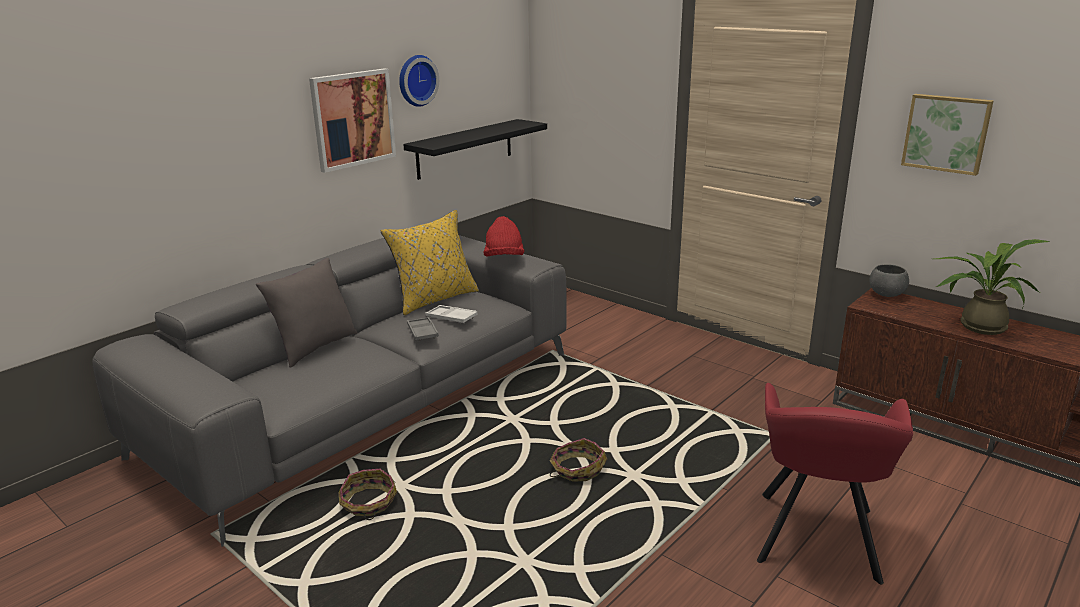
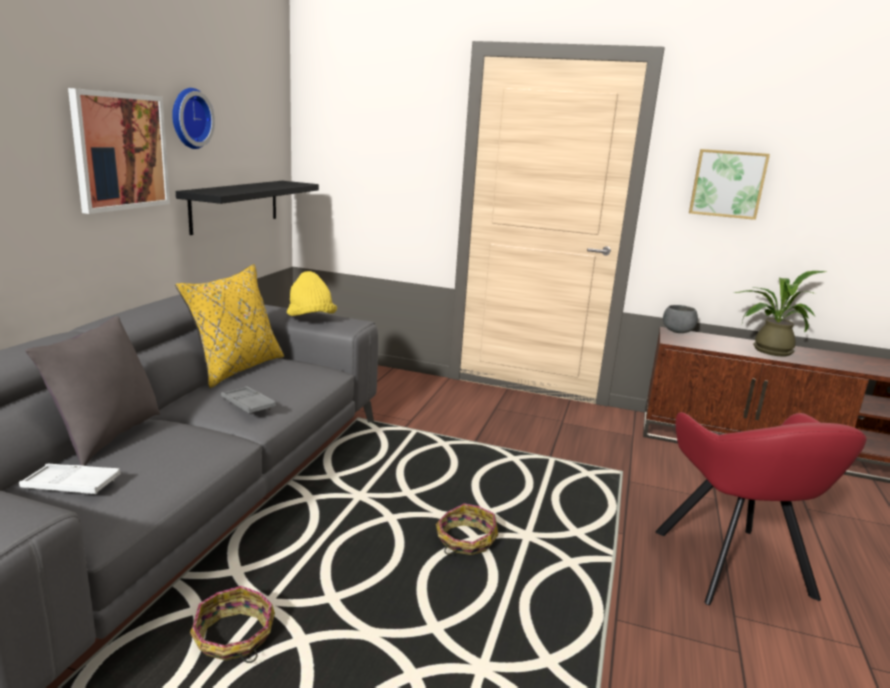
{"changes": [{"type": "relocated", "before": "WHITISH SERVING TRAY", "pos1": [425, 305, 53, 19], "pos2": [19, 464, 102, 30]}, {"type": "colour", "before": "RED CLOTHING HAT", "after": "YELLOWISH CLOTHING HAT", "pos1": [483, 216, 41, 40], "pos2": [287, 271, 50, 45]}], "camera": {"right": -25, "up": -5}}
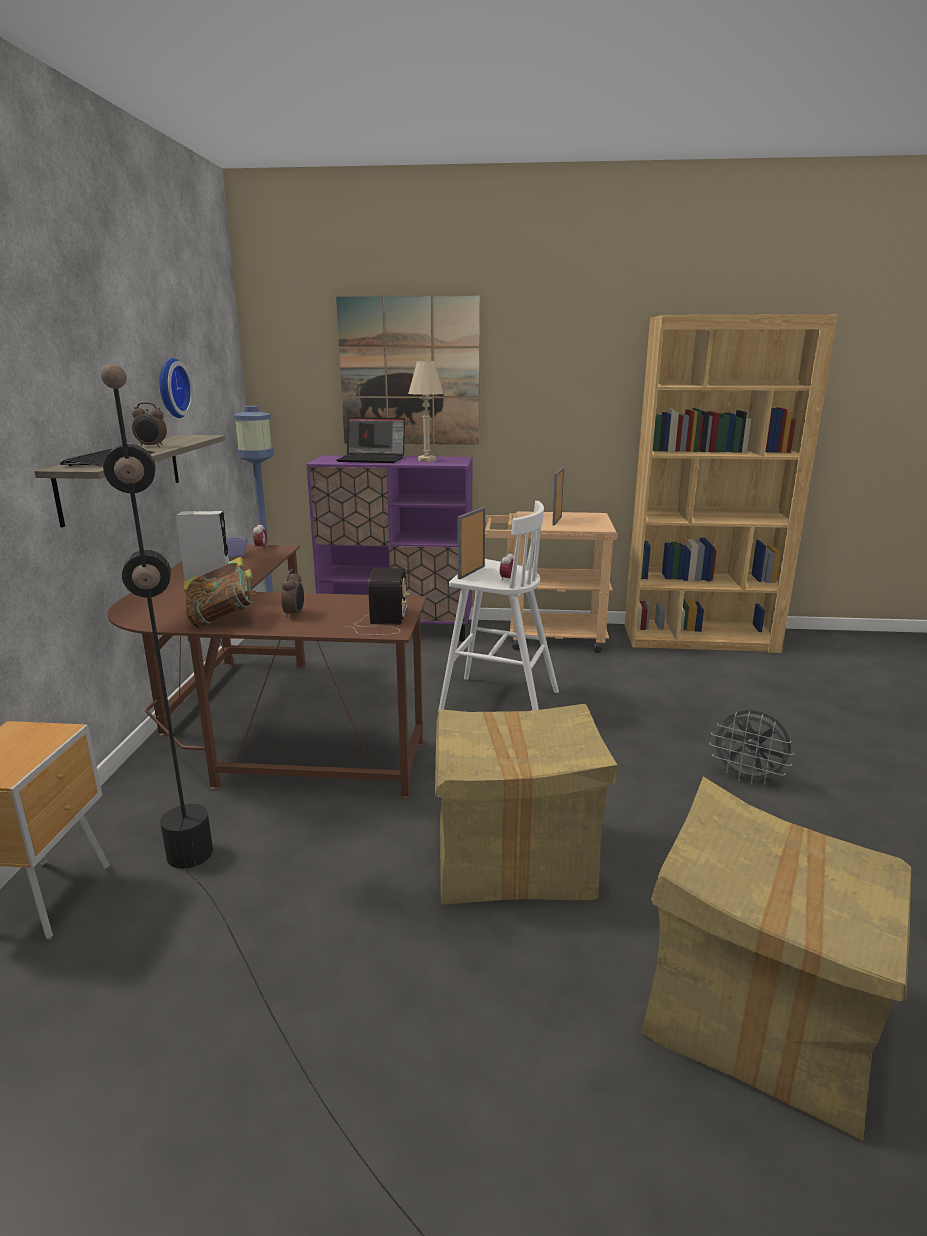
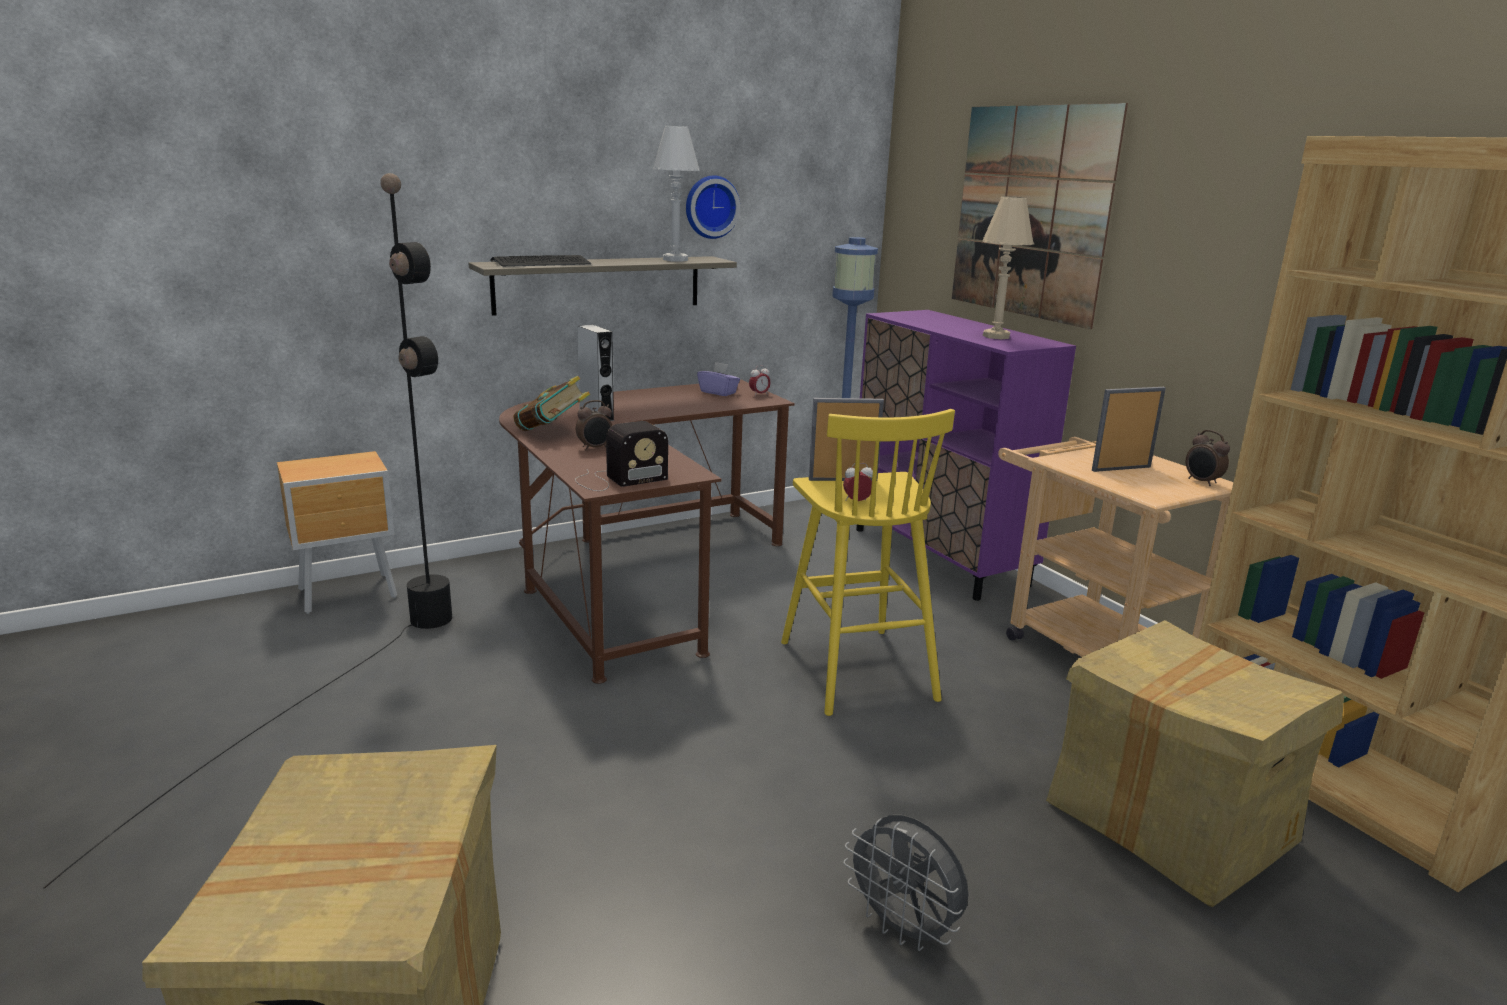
{"changes": [{"type": "missing", "before": "PORTABLE COMPUTER", "pos1": [336, 417, 69, 46]}, {"type": "appeared", "after": "WHITISH TABLE LAMP", "pos2": [652, 126, 47, 135]}, {"type": "relocated", "before": "TABLE CLOCK", "pos1": [132, 402, 35, 45], "pos2": [1186, 430, 44, 56]}, {"type": "relocated", "before": "CARDBOARD BOX", "pos1": [435, 704, 182, 201], "pos2": [1046, 620, 298, 287]}, {"type": "colour", "before": "WHITISH STOOL SEAT", "after": "YELLOWISH STOOL SEAT", "pos1": [438, 501, 121, 211], "pos2": [781, 409, 174, 307]}, {"type": "spun", "before": "GREYISH ELECTRIC FAN", "pos1": [710, 710, 84, 75], "pos2": [843, 815, 125, 136], "turn": -45}], "camera": {"right": 55, "up": 0}}
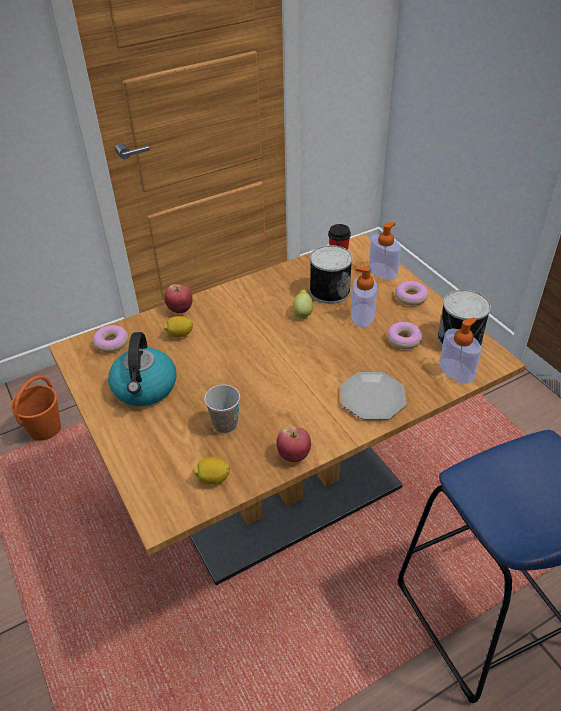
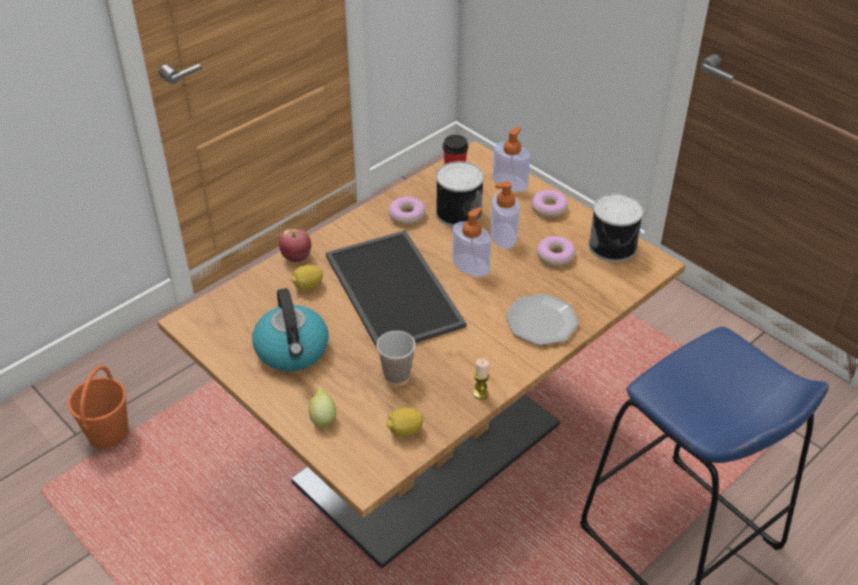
{"changes": [{"type": "appeared", "after": "SERVING TRAY", "pos2": [326, 230, 140, 122]}, {"type": "relocated", "before": "DONUT", "pos1": [93, 325, 35, 27], "pos2": [389, 197, 37, 28]}, {"type": "relocated", "before": "CITRUS FRUIT", "pos1": [293, 290, 20, 30], "pos2": [308, 388, 28, 41]}, {"type": "relocated", "before": "SOAP BOTTLE", "pos1": [440, 317, 41, 67], "pos2": [452, 207, 39, 70]}, {"type": "exchanged", "before": "APPLE", "after": "CANDLE", "pos1": [277, 426, 34, 36], "pos2": [473, 359, 17, 40]}], "camera": {"right": -15, "up": 0}}
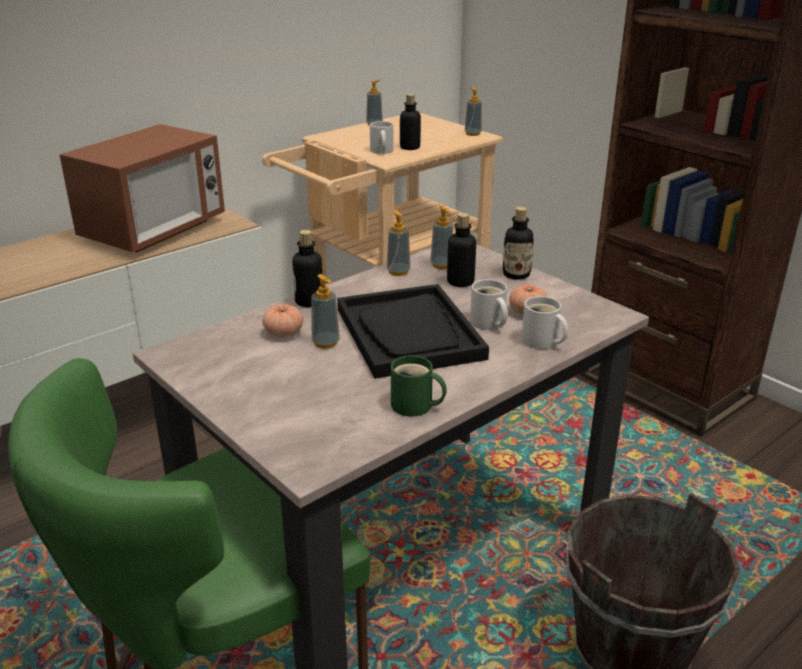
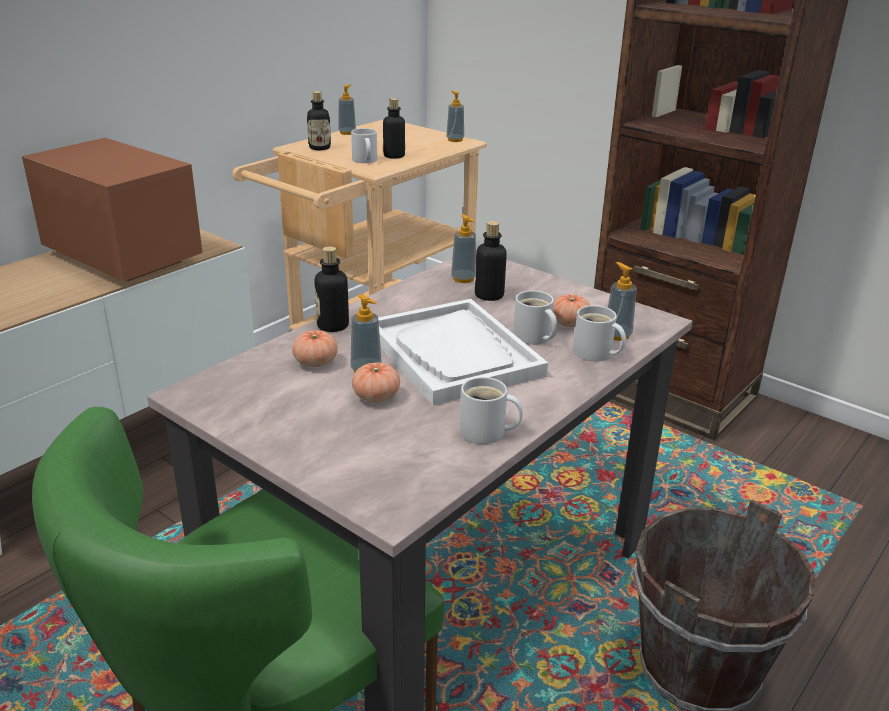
{"changes": [{"type": "appeared", "after": "TOMATO", "pos2": [352, 362, 48, 40]}, {"type": "relocated", "before": "SOAP BOTTLE", "pos1": [387, 209, 24, 67], "pos2": [608, 262, 29, 79]}, {"type": "relocated", "before": "BEVERAGE BOTTLE", "pos1": [503, 207, 31, 73], "pos2": [307, 91, 24, 59]}, {"type": "colour", "before": "BLACK SERVING TRAY", "after": "WHITISH SERVING TRAY", "pos1": [337, 284, 152, 95], "pos2": [378, 299, 170, 106]}, {"type": "colour", "before": "GREEN-COLOURED TEA MUG", "after": "WHITISH TEA MUG", "pos1": [391, 355, 56, 62], "pos2": [460, 377, 63, 67]}, {"type": "spun", "before": "MICROWAVE OVEN", "pos1": [59, 124, 166, 129], "pos2": [22, 138, 180, 143], "turn": -75}], "camera": {"right": -10, "up": 0}}
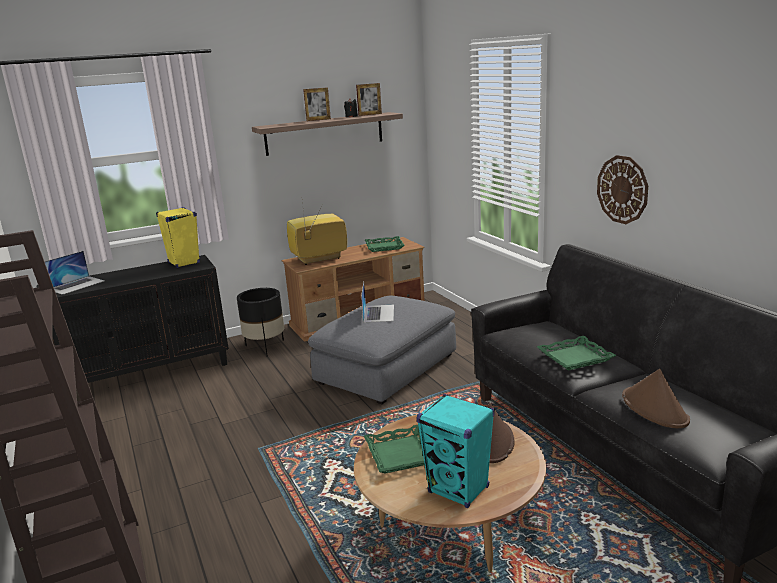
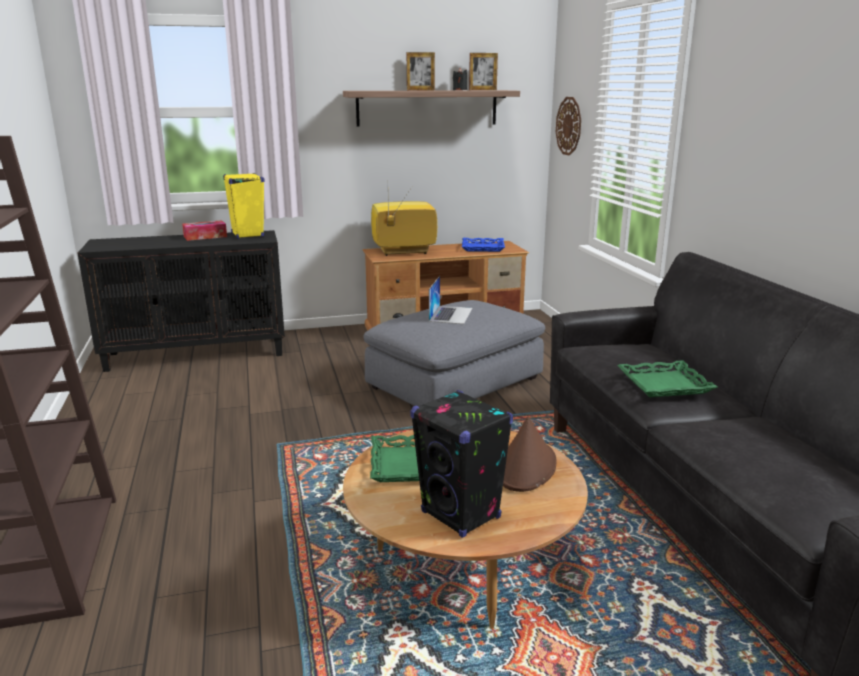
{"changes": [{"type": "missing", "before": "PORTABLE COMPUTER", "pos1": [44, 251, 61, 44]}, {"type": "missing", "before": "BLACK FLOWER POT", "pos1": [237, 288, 47, 69]}, {"type": "missing", "before": "BROWN-COLOURED CLOTHING HAT", "pos1": [622, 369, 68, 59]}, {"type": "appeared", "after": "TISSUE BOX", "pos2": [182, 220, 45, 21]}, {"type": "relocated", "before": "CLOCK ON THE WALL", "pos1": [597, 155, 51, 69], "pos2": [556, 97, 25, 59]}, {"type": "colour", "before": "GREEN-COLOURED SERVING TRAY", "after": "BLUISH SERVING TRAY", "pos1": [365, 236, 39, 16], "pos2": [462, 238, 43, 14]}, {"type": "colour", "before": "BLUE-GREEN LOUDSPEAKER", "after": "BLACK LOUDSPEAKER", "pos1": [417, 394, 78, 114], "pos2": [410, 390, 103, 148]}], "camera": {"right": 10, "up": 0}}
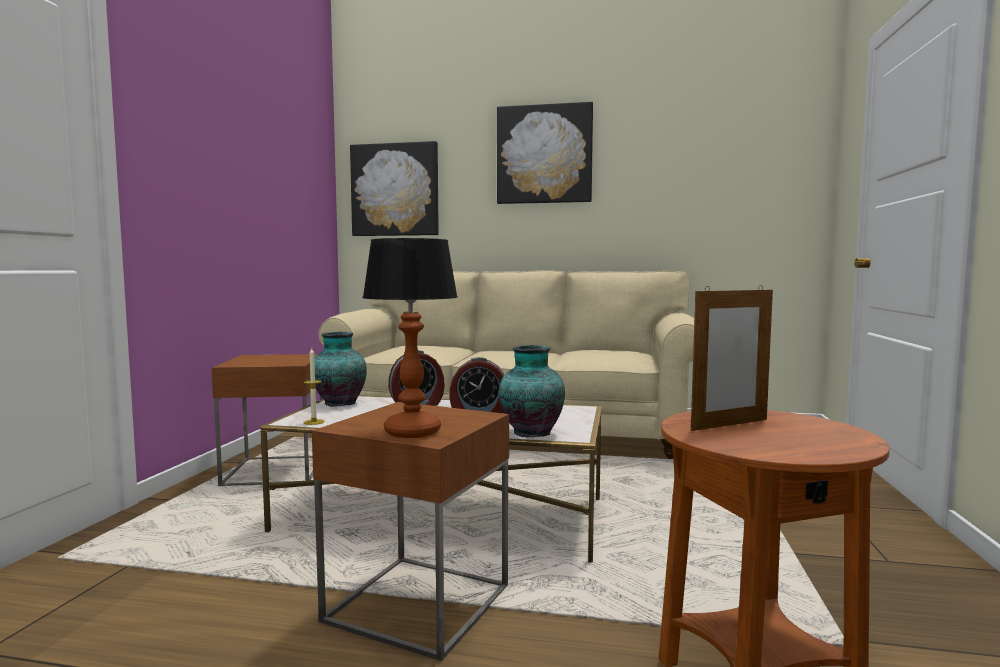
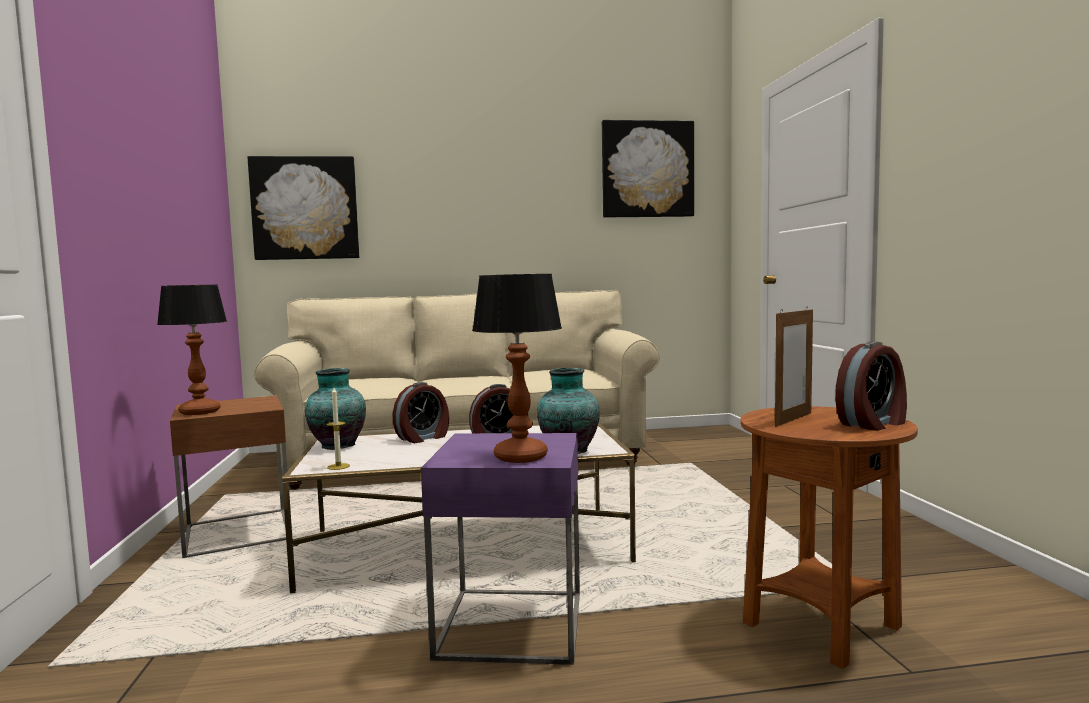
{"changes": [{"type": "appeared", "after": "TABLE LAMP", "pos2": [157, 285, 70, 130]}, {"type": "appeared", "after": "TABLE CLOCK", "pos2": [835, 341, 72, 90]}, {"type": "relocated", "before": "WALL ART", "pos1": [497, 102, 96, 102], "pos2": [602, 120, 92, 97]}, {"type": "colour", "before": "BROWN-COLOURED SIDE TABLE", "after": "PURPLISH SIDE TABLE", "pos1": [312, 402, 197, 259], "pos2": [421, 433, 159, 232]}], "camera": {"right": -20, "up": 0}}
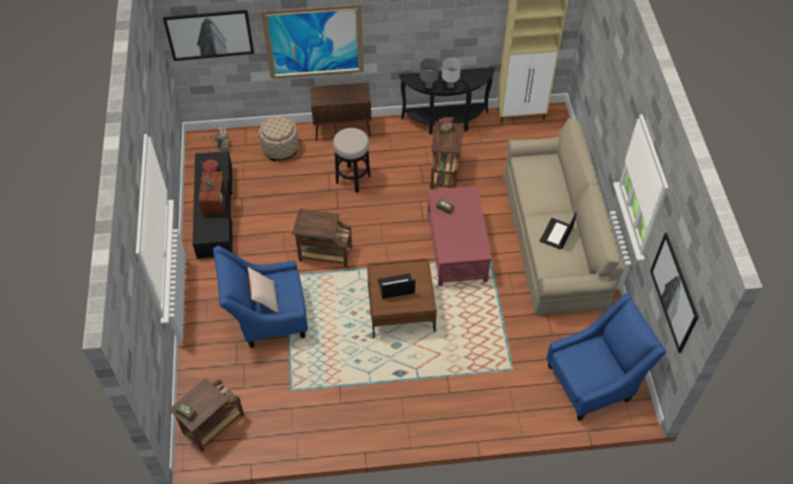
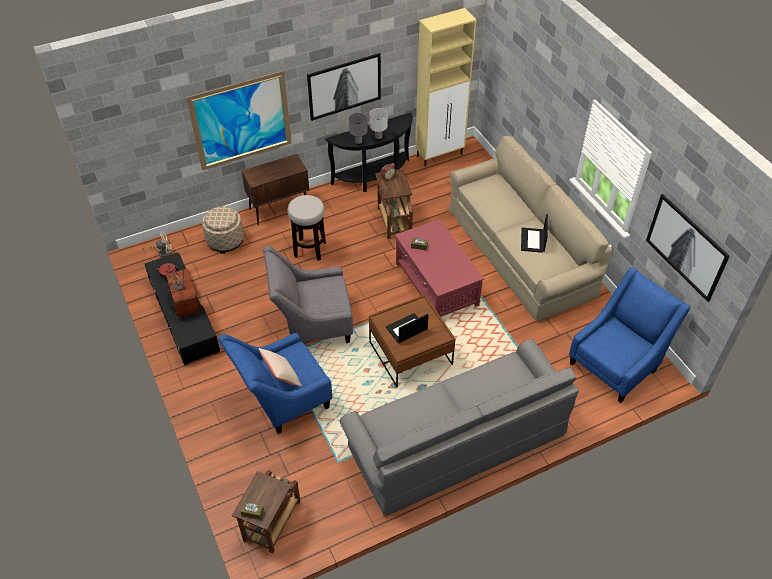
{"changes": [{"type": "appeared", "after": "GREYISH SOFA", "pos2": [340, 339, 239, 177]}, {"type": "relocated", "before": "WALL ART", "pos1": [163, 10, 91, 51], "pos2": [307, 53, 74, 68]}, {"type": "exchanged", "before": "BROWN-COLOURED SIDE TABLE", "after": "GREYISH LOUNGE CHAIR", "pos1": [292, 209, 60, 59], "pos2": [263, 245, 90, 98]}], "camera": {"right": -20, "up": -5}}
